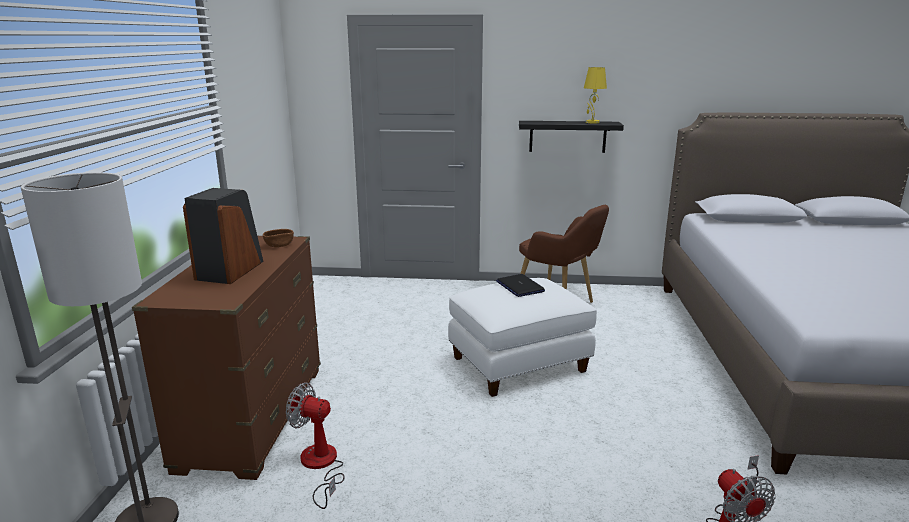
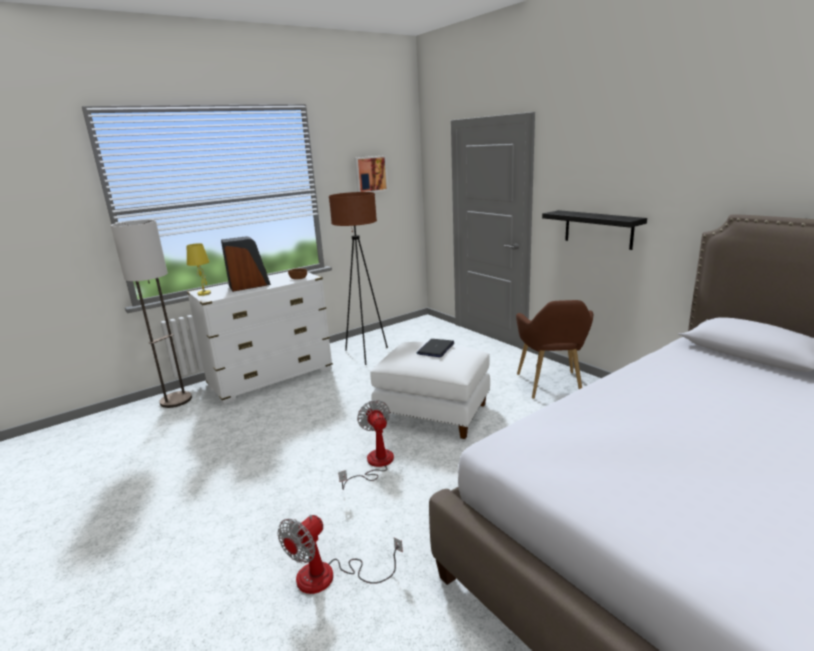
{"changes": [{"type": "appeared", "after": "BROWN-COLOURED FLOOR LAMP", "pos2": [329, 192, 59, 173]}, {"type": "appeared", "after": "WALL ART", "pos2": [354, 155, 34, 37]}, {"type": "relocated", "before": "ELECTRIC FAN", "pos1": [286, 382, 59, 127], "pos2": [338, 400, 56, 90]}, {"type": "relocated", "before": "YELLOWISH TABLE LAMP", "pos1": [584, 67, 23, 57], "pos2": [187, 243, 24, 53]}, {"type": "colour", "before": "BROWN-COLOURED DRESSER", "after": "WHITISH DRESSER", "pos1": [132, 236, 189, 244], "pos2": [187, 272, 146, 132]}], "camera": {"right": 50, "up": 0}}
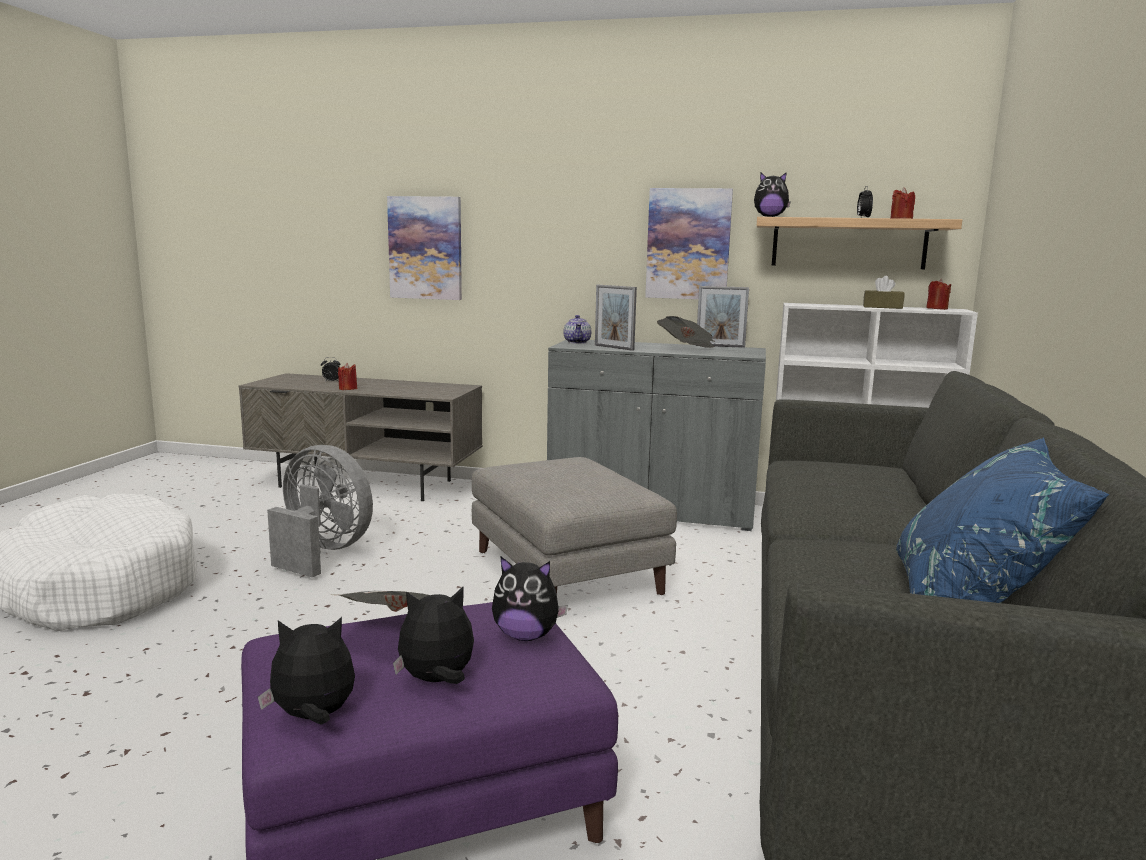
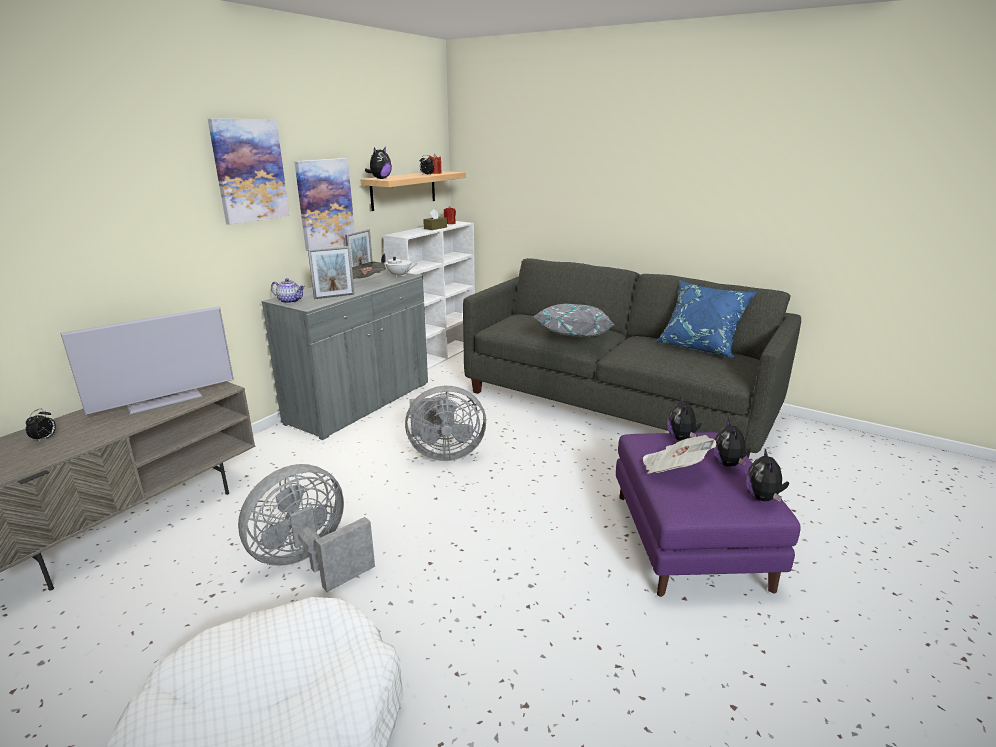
{"changes": [{"type": "missing", "before": "RED CANDLE", "pos1": [338, 363, 19, 27]}, {"type": "appeared", "after": "TV SET", "pos2": [60, 306, 174, 109]}, {"type": "appeared", "after": "WHITISH POT FOR TEA", "pos2": [381, 253, 37, 24]}, {"type": "appeared", "after": "GREYISH CUSHION", "pos2": [533, 304, 82, 33]}, {"type": "relocated", "before": "WALL ART", "pos1": [387, 196, 75, 104], "pos2": [208, 119, 81, 106]}, {"type": "exchanged", "before": "GREYISH POUFFE", "after": "GREYISH ELECTRIC FAN", "pos1": [472, 457, 205, 138], "pos2": [405, 386, 81, 75]}, {"type": "spun", "before": "PLUSH TOY", "pos1": [492, 556, 76, 85], "pos2": [667, 396, 34, 45], "turn": 150}], "camera": {"right": -70, "up": 10}}
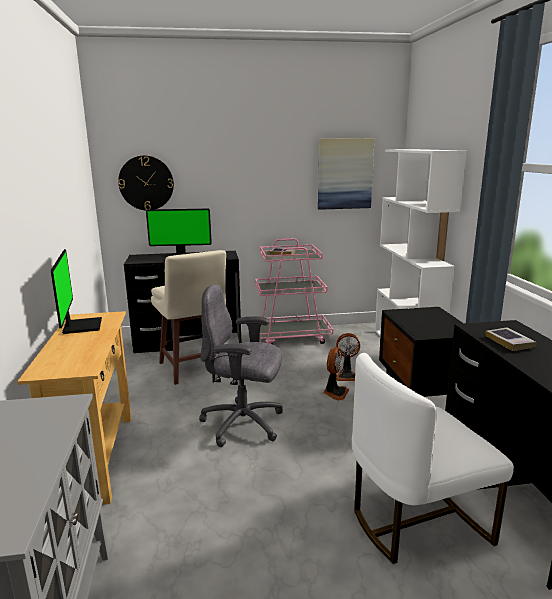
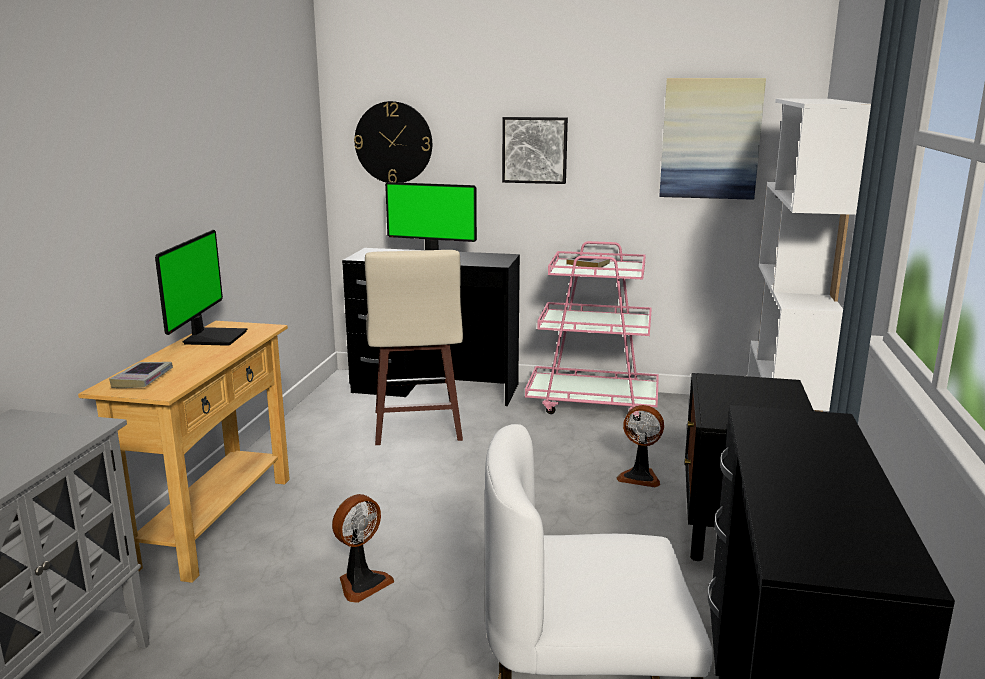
{"changes": [{"type": "missing", "before": "GREYISH DESK CHAIR", "pos1": [199, 284, 84, 163]}, {"type": "appeared", "after": "WALL ART", "pos2": [502, 117, 66, 67]}, {"type": "relocated", "before": "ELECTRIC FAN", "pos1": [323, 347, 27, 54], "pos2": [332, 494, 62, 109]}, {"type": "relocated", "before": "BOOK", "pos1": [485, 328, 51, 23], "pos2": [109, 362, 64, 26]}], "camera": {"right": 20, "up": 0}}
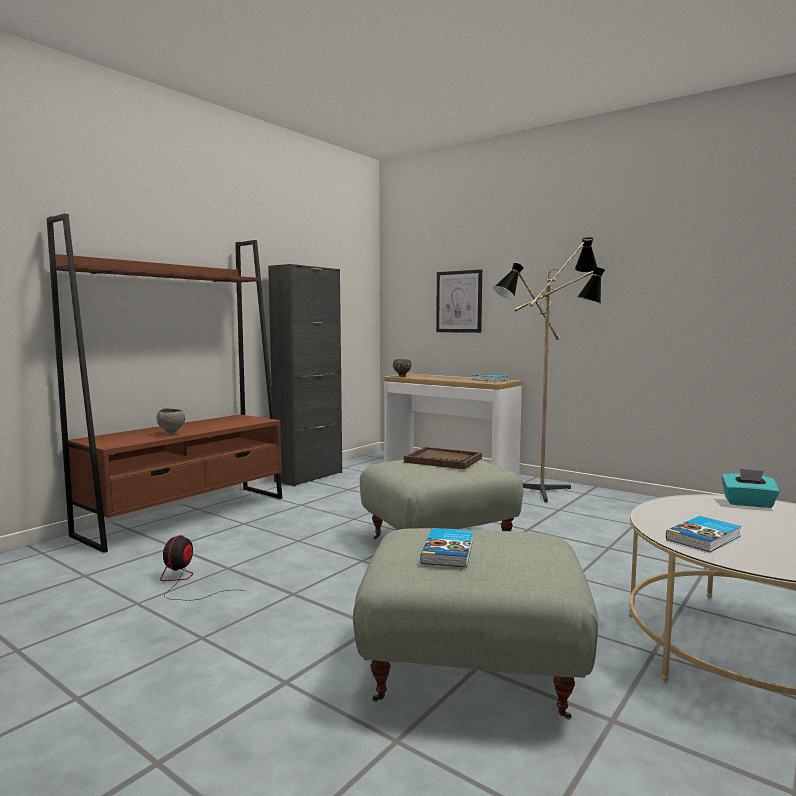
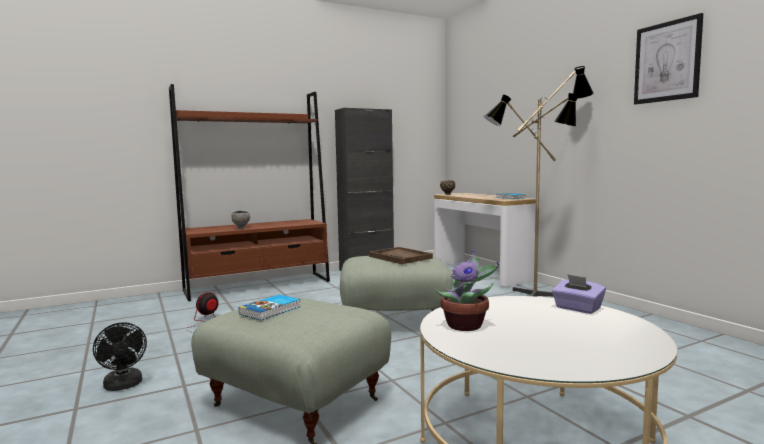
{"changes": [{"type": "appeared", "after": "BLACK ELECTRIC FAN", "pos2": [93, 322, 54, 69]}, {"type": "relocated", "before": "WALL ART", "pos1": [436, 269, 46, 64], "pos2": [634, 13, 69, 92]}, {"type": "exchanged", "before": "BOOK", "after": "PLANT IN A POT", "pos1": [666, 516, 75, 36], "pos2": [435, 250, 64, 81]}, {"type": "colour", "before": "BLUE-GREEN TISSUE BOX", "after": "PURPLISH TISSUE BOX", "pos1": [722, 468, 58, 40], "pos2": [552, 274, 54, 40]}], "camera": {"right": 25, "up": 0}}
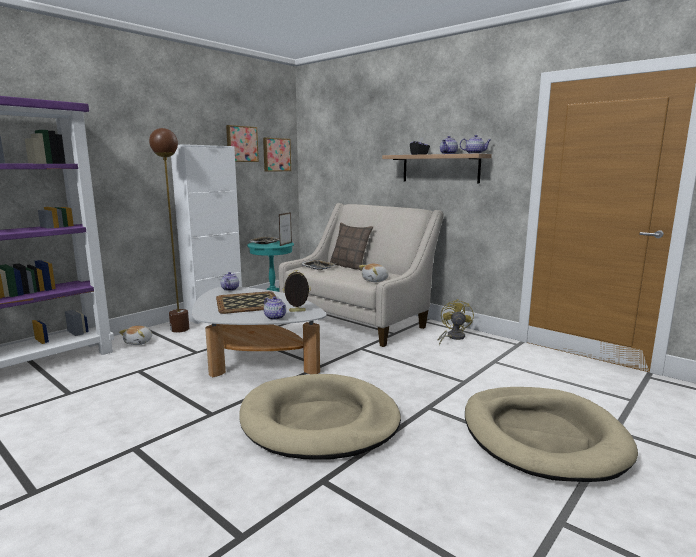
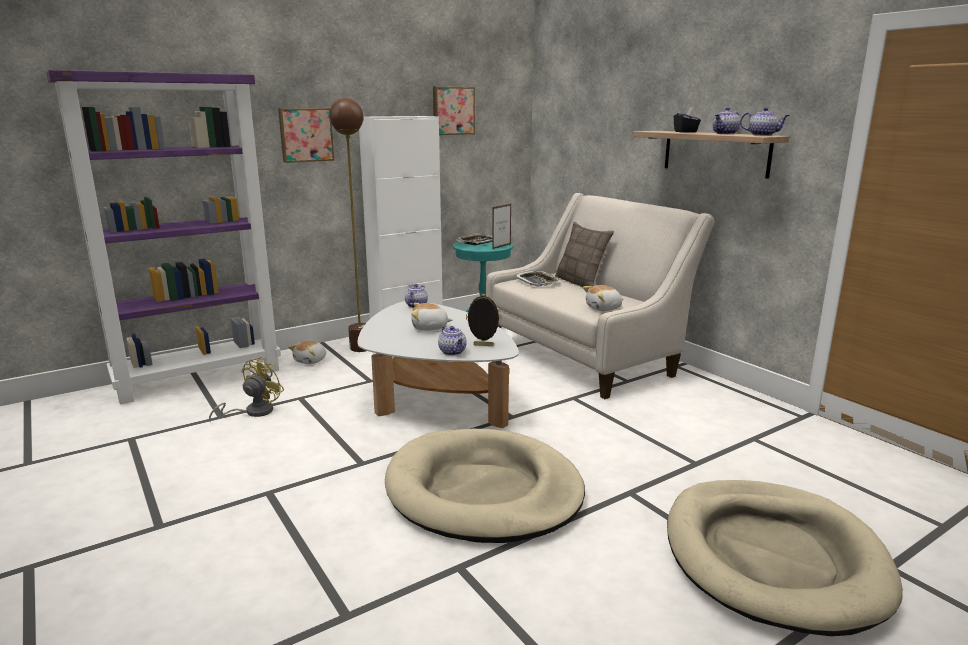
{"changes": [{"type": "relocated", "before": "WALL ART", "pos1": [263, 138, 28, 34], "pos2": [278, 108, 57, 55]}, {"type": "relocated", "before": "YELLOWISH ELECTRIC FAN", "pos1": [438, 299, 36, 46], "pos2": [209, 356, 75, 67]}, {"type": "exchanged", "before": "SERVING TRAY", "after": "PLUSH TOY", "pos1": [216, 291, 61, 23], "pos2": [411, 303, 42, 28]}], "camera": {"right": 15, "up": 5}}
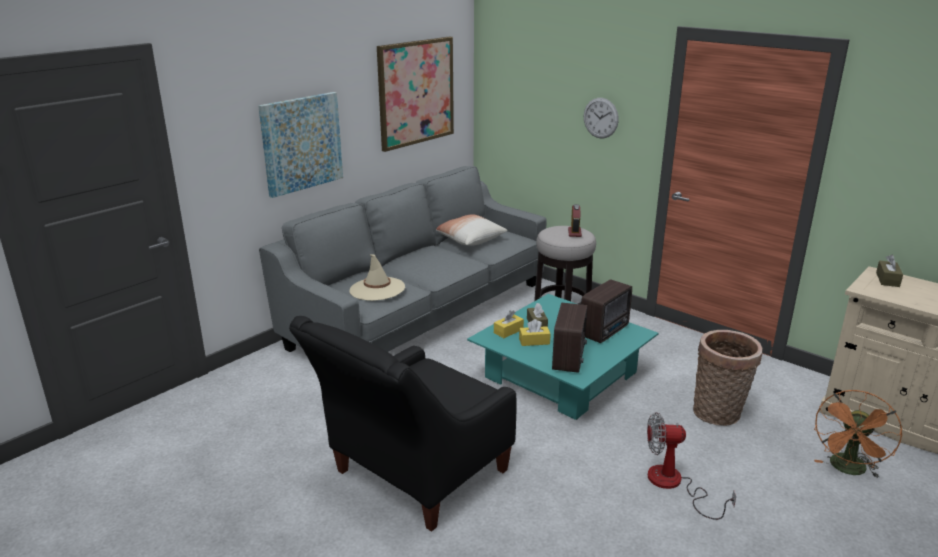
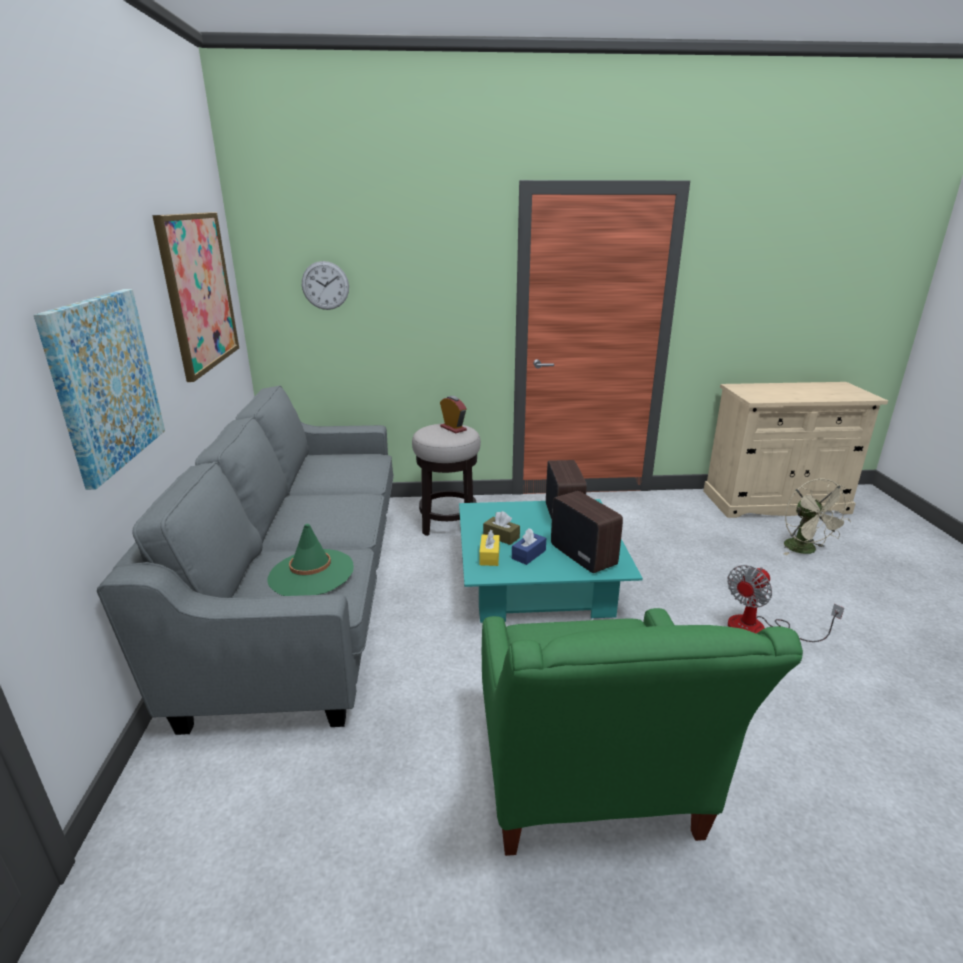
{"changes": [{"type": "missing", "before": "CUSHION", "pos1": [436, 214, 71, 32]}, {"type": "missing", "before": "HOUSEHOLD BASKET", "pos1": [693, 330, 70, 96]}, {"type": "missing", "before": "BROWN-COLOURED TISSUE BOX", "pos1": [876, 255, 27, 32]}, {"type": "relocated", "before": "CLOCK ON THE WALL", "pos1": [584, 98, 35, 40], "pos2": [302, 261, 47, 49]}, {"type": "colour", "before": "BLACK LOUNGE CHAIR", "after": "GREEN-COLOURED LOUNGE CHAIR", "pos1": [289, 316, 228, 216], "pos2": [482, 608, 321, 248]}, {"type": "colour", "before": "BEIGE-COLOURED CLOTHING HAT", "after": "GREEN-COLOURED CLOTHING HAT", "pos1": [349, 254, 56, 47], "pos2": [267, 524, 87, 72]}, {"type": "colour", "before": "YELLOWISH TISSUE BOX", "after": "BLUISH TISSUE BOX", "pos1": [519, 319, 32, 27], "pos2": [512, 528, 34, 37]}, {"type": "colour", "before": "ORANGE-COLOURED ELECTRIC FAN", "after": "BEIGE-COLOURED ELECTRIC FAN", "pos1": [814, 390, 89, 88], "pos2": [783, 478, 71, 77]}], "camera": {"right": -45, "up": 0}}
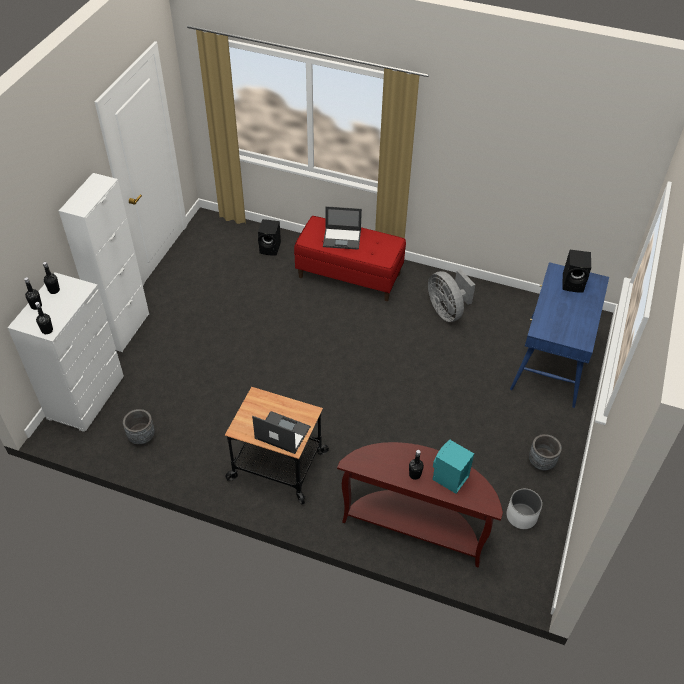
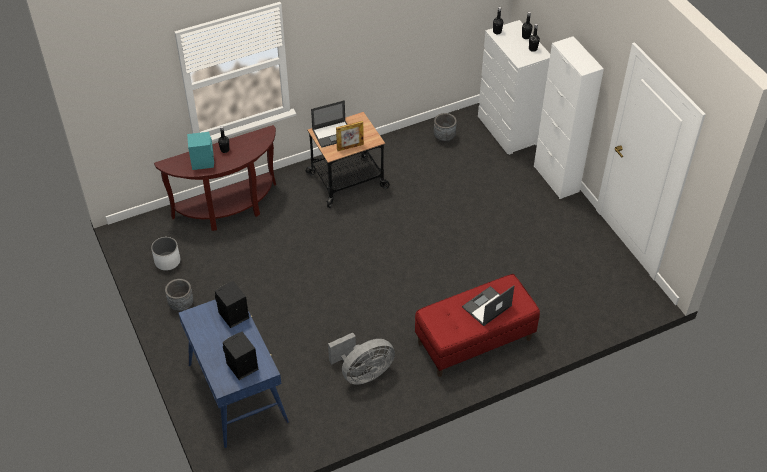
{"changes": [{"type": "appeared", "after": "PICTURE FRAME", "pos2": [336, 121, 28, 30]}, {"type": "relocated", "before": "BLACK LOUDSPEAKER", "pos1": [258, 219, 23, 37], "pos2": [215, 281, 34, 47]}, {"type": "spun", "before": "GREYISH ELECTRIC FAN", "pos1": [428, 269, 47, 53], "pos2": [328, 333, 67, 52], "turn": 135}], "camera": {"right": 135, "up": 0}}
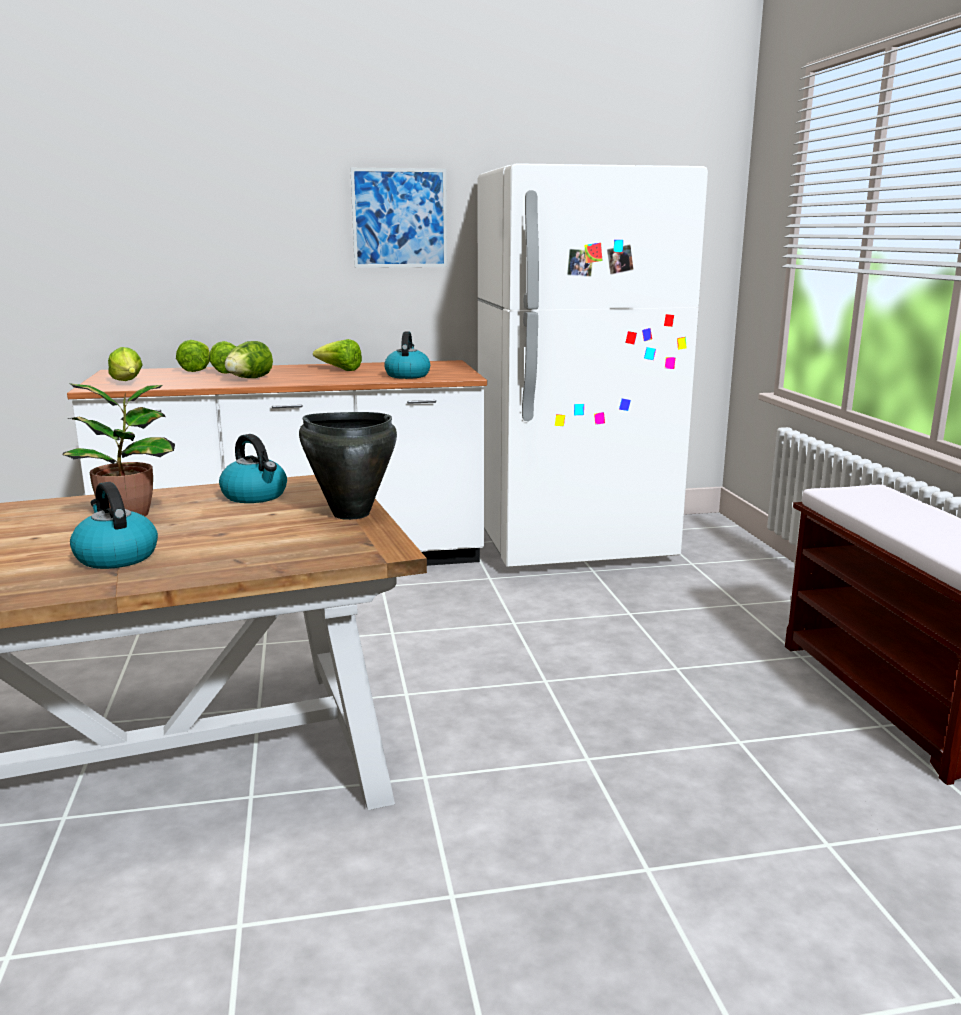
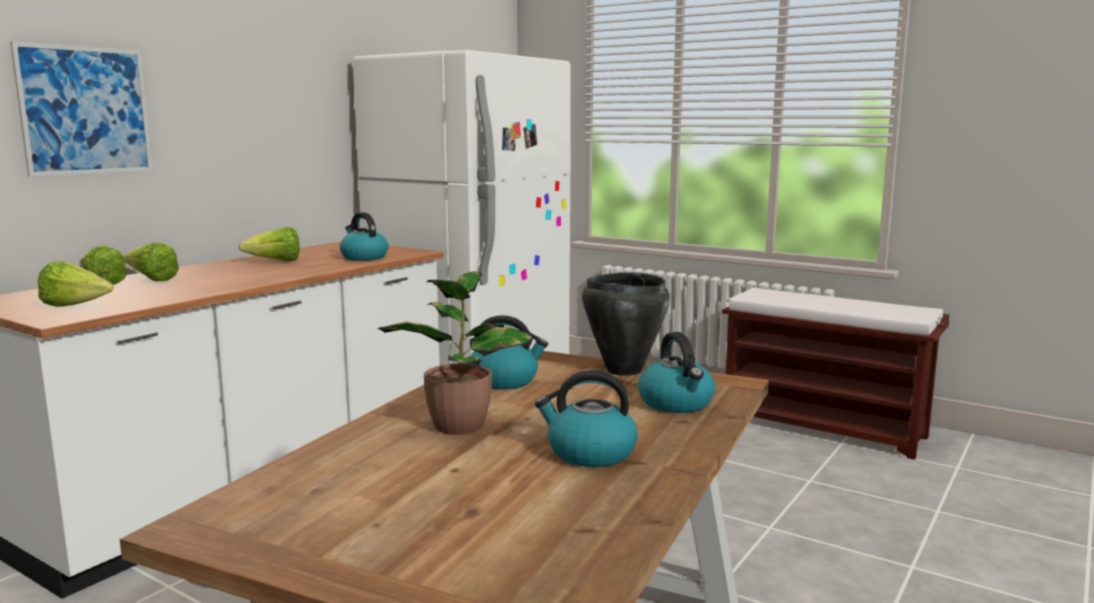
{"changes": [{"type": "missing", "before": "HEAD OF LETTUCE", "pos1": [224, 341, 49, 37]}, {"type": "appeared", "after": "KETTLE", "pos2": [638, 332, 77, 81]}, {"type": "relocated", "before": "WALL ART", "pos1": [350, 168, 97, 100], "pos2": [10, 41, 143, 136]}], "camera": {"right": -45, "up": -5}}
